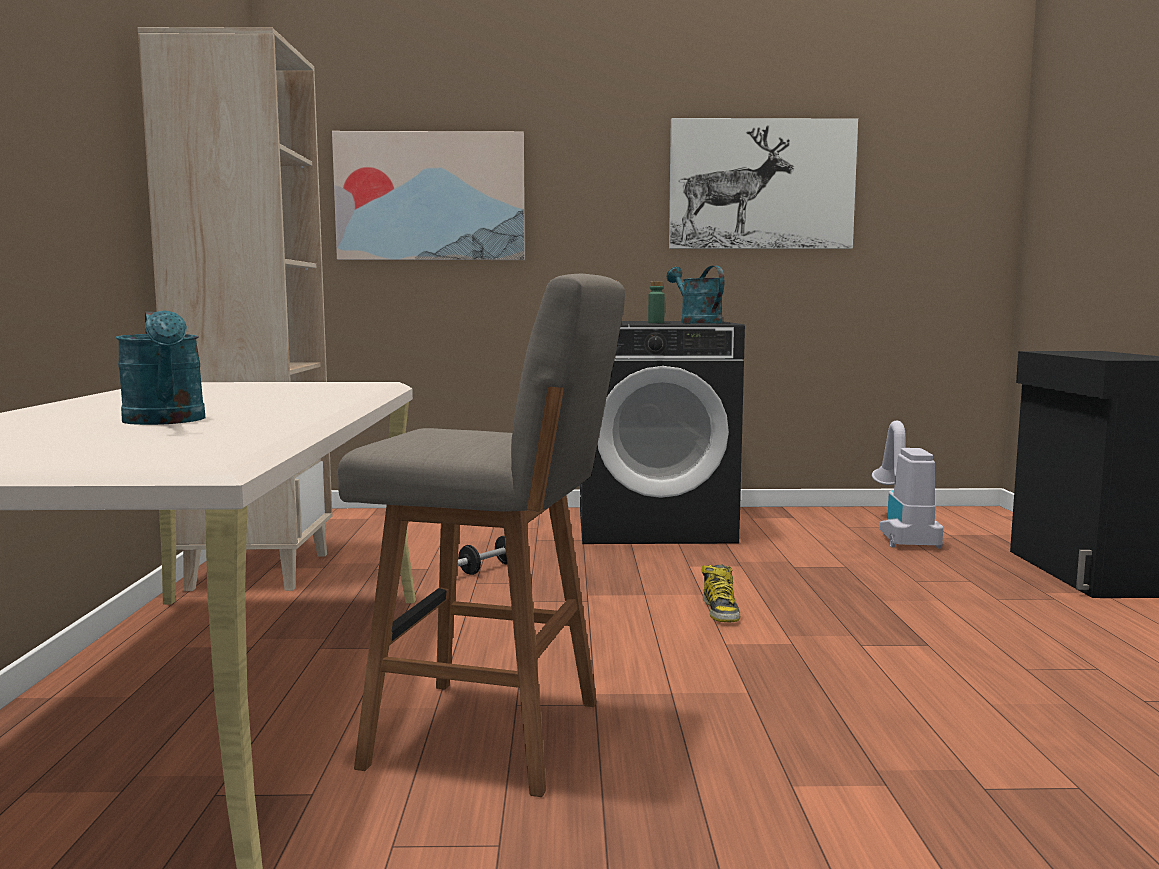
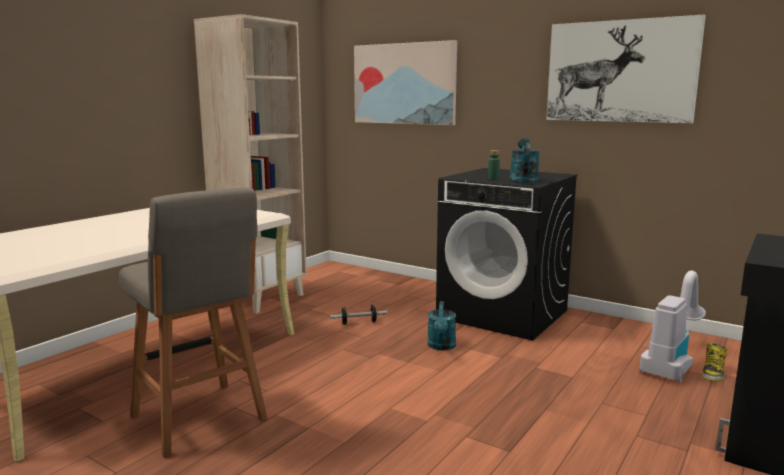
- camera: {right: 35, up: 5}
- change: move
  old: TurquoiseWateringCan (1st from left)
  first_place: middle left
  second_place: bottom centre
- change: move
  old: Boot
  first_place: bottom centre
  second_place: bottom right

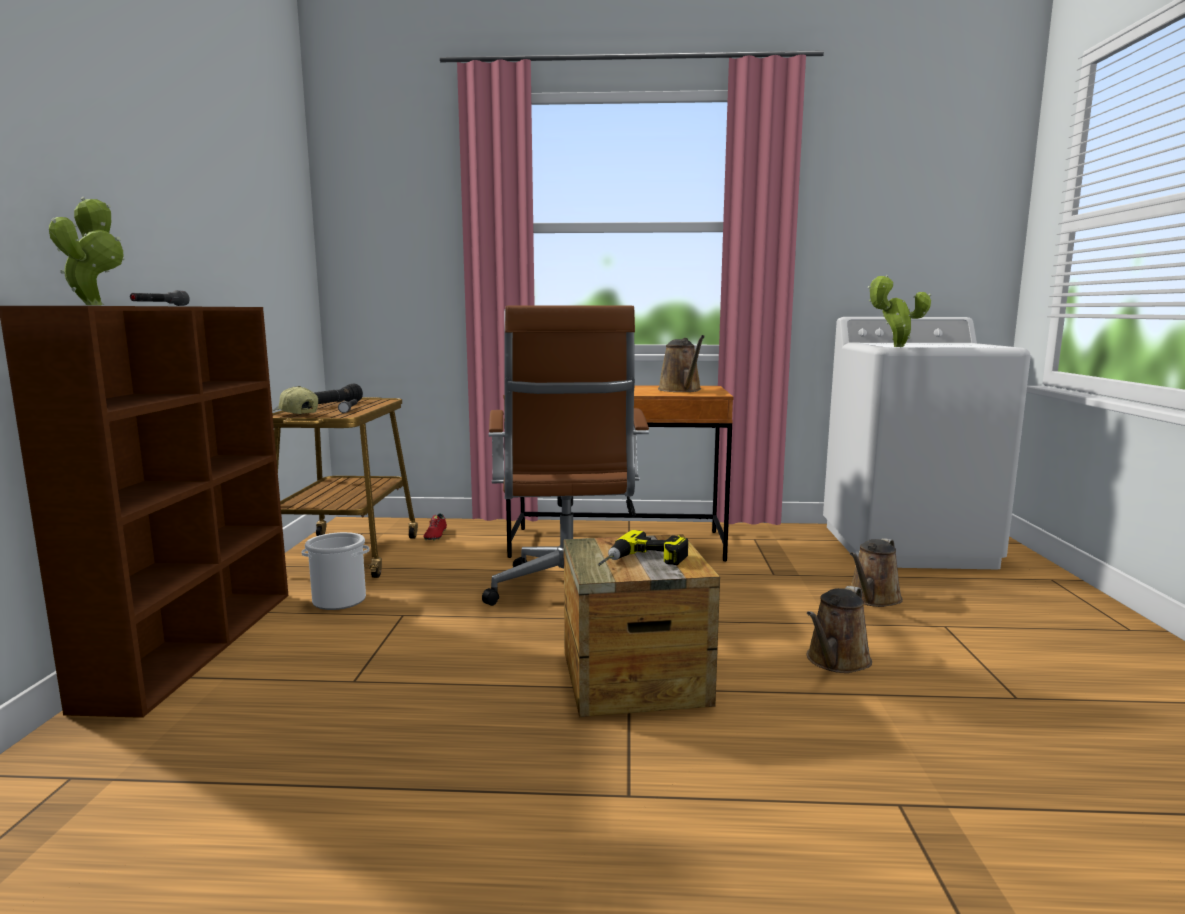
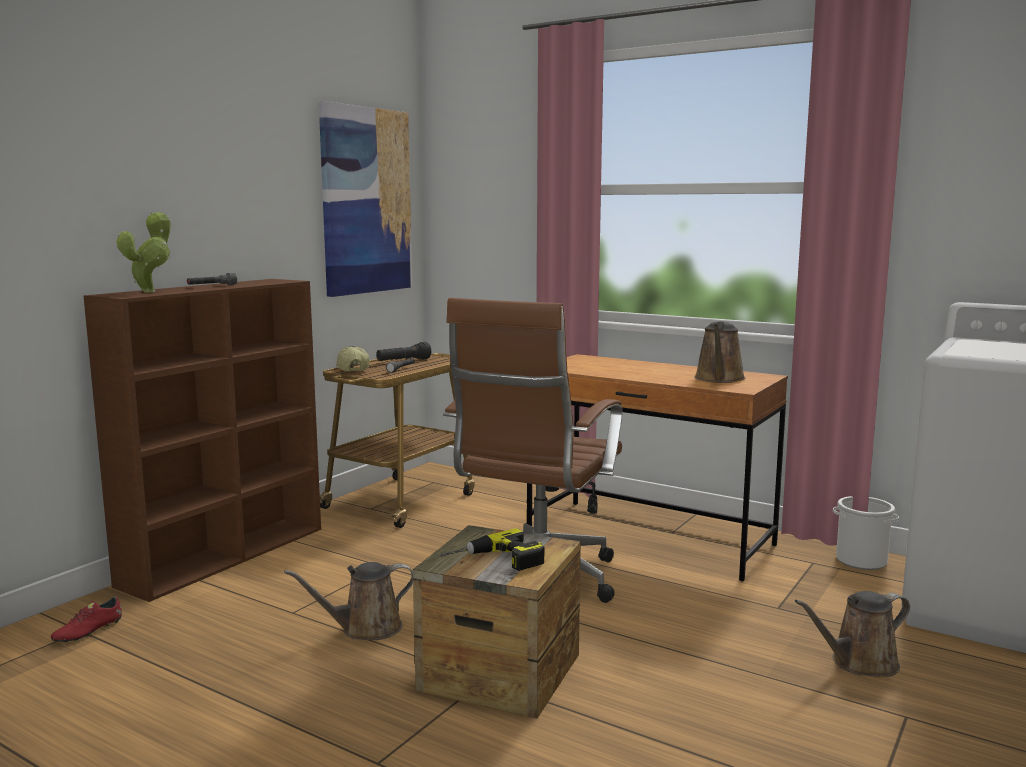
- camera: {right: 30, up: 0}
- change: delete
  old: PottedPlant (2nd from left)
  first_place: middle right
- change: move
  old: RedShoe
  first_place: centre
  second_place: bottom left
- change: move
  old: Bucket
  first_place: middle left
  second_place: bottom right
- change: move
  old: BrownWateringCan (2nd from left in the first image)
  new: BrownWateringCan (1st from left)
  first_place: bottom right
  second_place: bottom centre
- change: insert
  new: Picture
  second_place: top centre

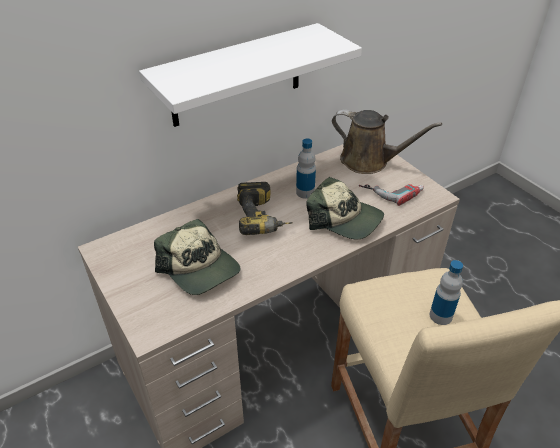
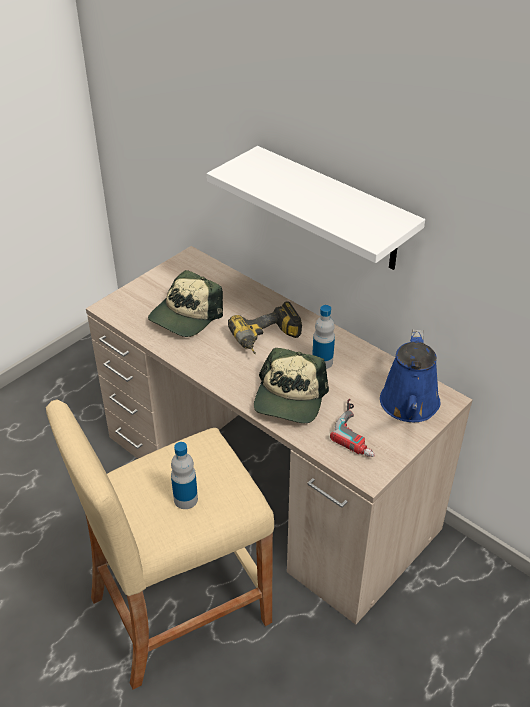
- camera: {right: 75, up: 0}
- change: recolor
  old: BrownWateringCan
  new: BlueWateringCan
  first_place: top right
  second_place: middle right

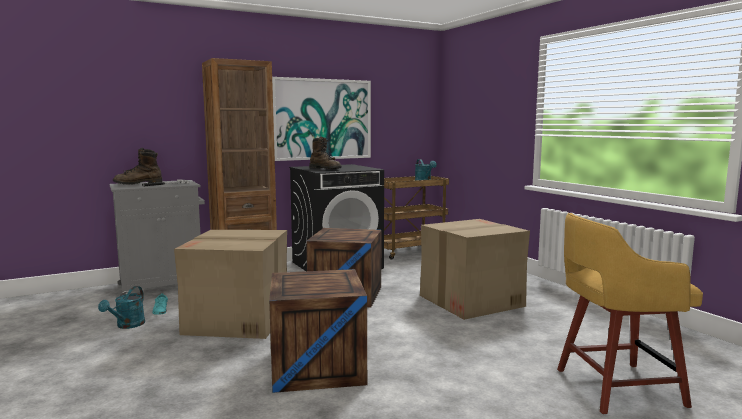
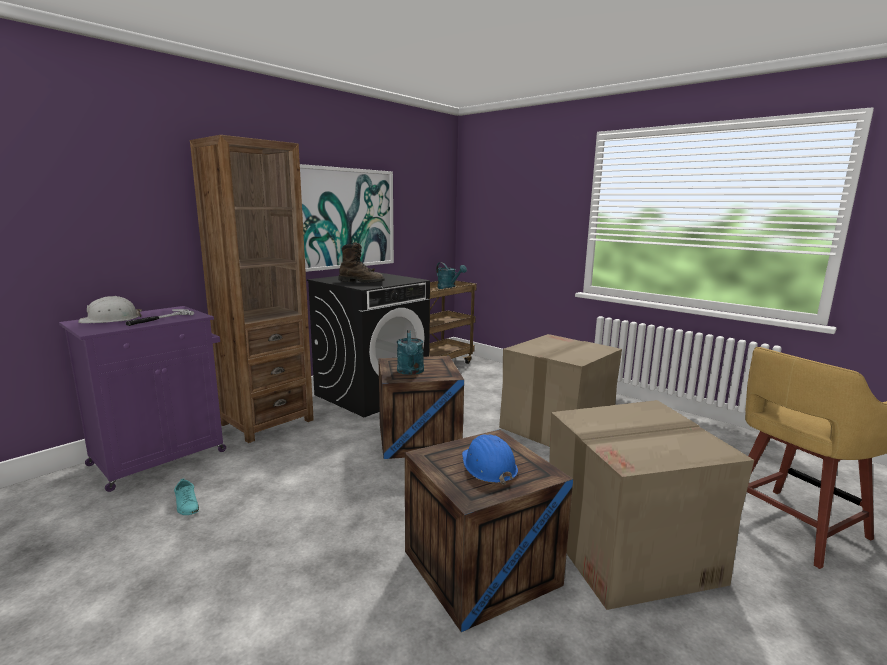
- camera: {right: -20, up: 5}
- change: replace
  old: BrownBoot (1st from left)
  new: WhiteHardHat
  first_place: middle left
  second_place: middle left
- change: recolor
  old: GreyCabinet
  new: PurpleCabinet
  first_place: middle left
  second_place: middle left
- change: move
  old: CardboardBox (1st from left in the first image)
  new: CardboardBox (2nd from left)
  first_place: bottom left
  second_place: bottom right
- change: move
  old: TurquoiseWateringCan (1st from left)
  first_place: bottom left
  second_place: centre
- change: insert
  new: BlueHardHat
  second_place: bottom centre

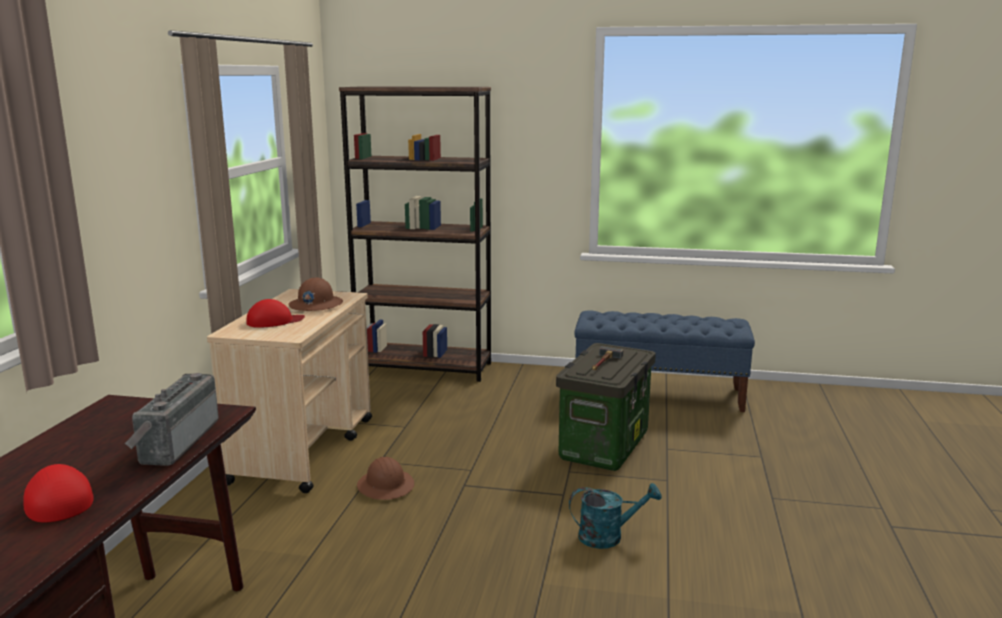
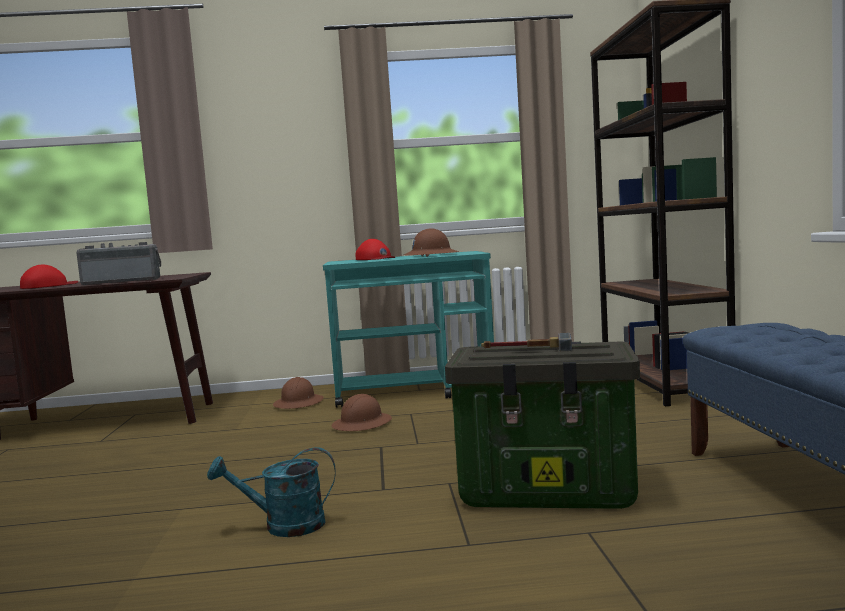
- camera: {right: 75, up: -10}
- change: recolor
  old: BeigeCart
  new: TurquoiseCart
  first_place: middle left
  second_place: centre
- change: rotate
  old: TurquoiseWateringCan
  first_place: bottom centre
  second_place: bottom left
  degrees: 105
- change: insert
  new: BrownHardHat (1st from left)
  second_place: centre

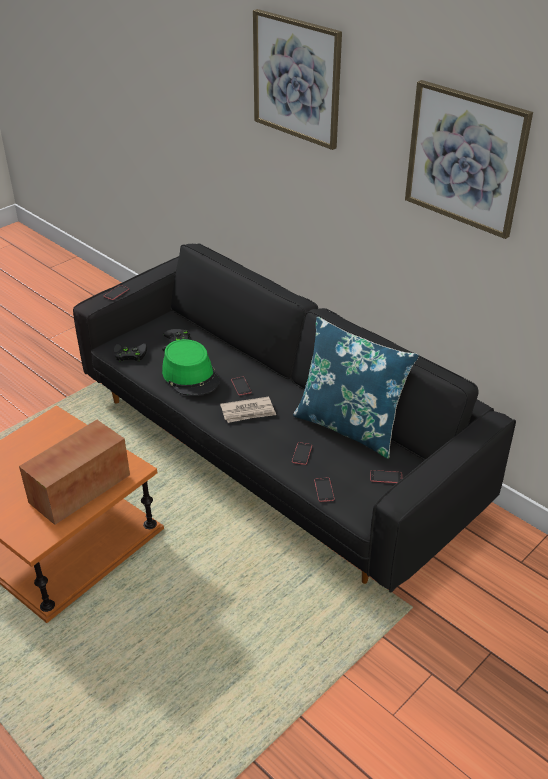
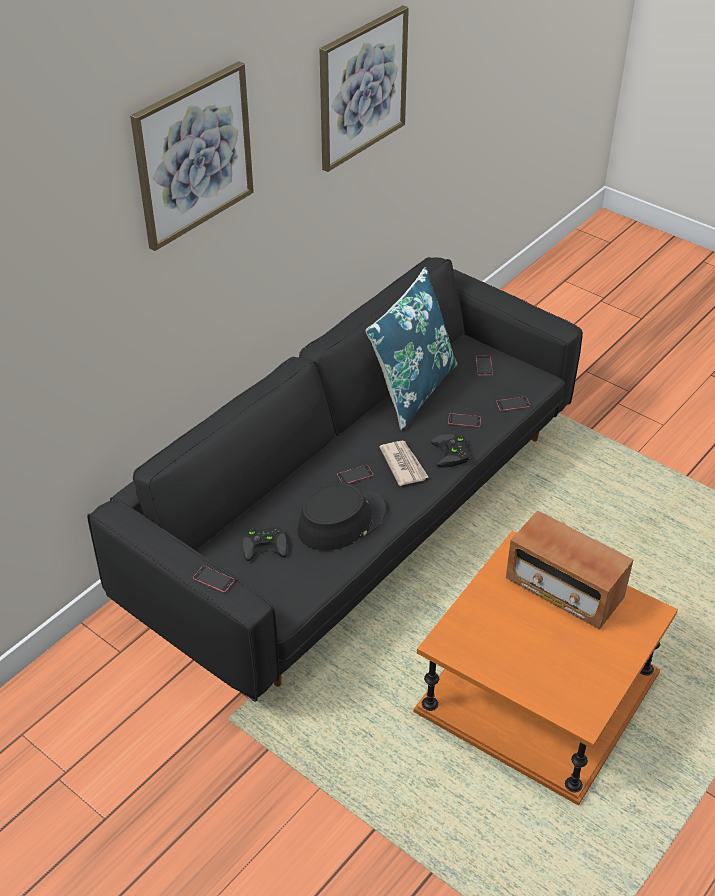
- camera: {right: -95, up: 5}
- change: recolor
  old: GreenHat
  new: BlackHat
  first_place: centre
  second_place: centre
- change: move
  old: BlackGameController (1st from left in the first image)
  new: BlackGameController (2nd from left)
  first_place: middle left
  second_place: centre

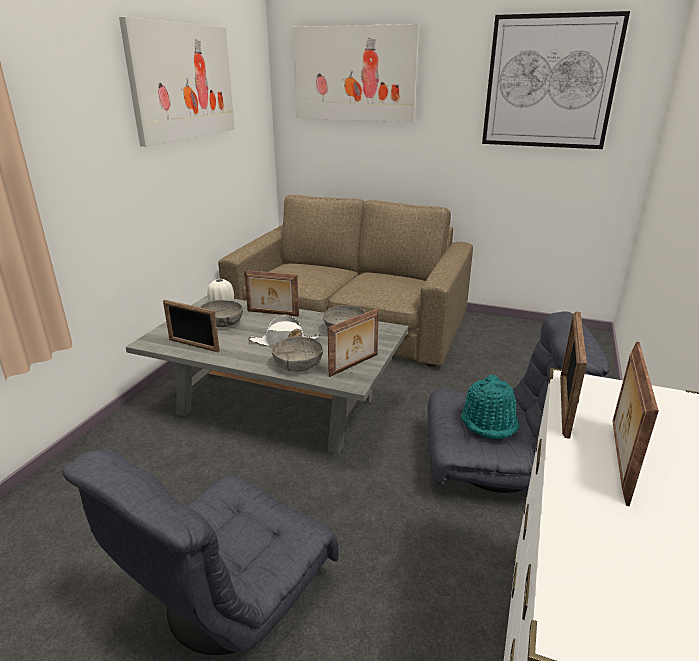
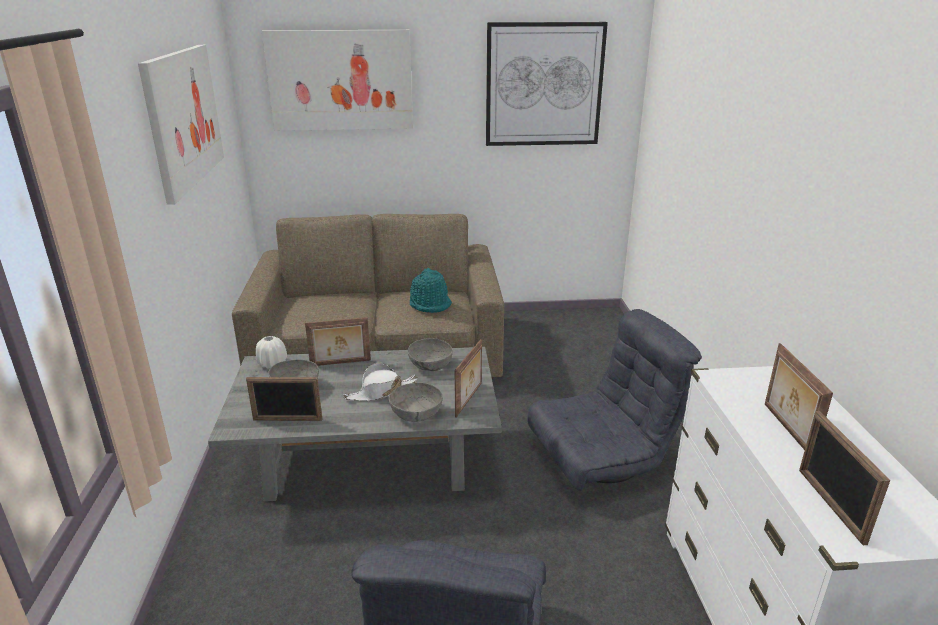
- camera: {right: -25, up: 0}
- change: move
  old: PictureFrame (4th from left in the first image)
  new: PictureFrame (5th from left)
  first_place: middle right
  second_place: bottom right
- change: move
  old: TurquoiseHat
  first_place: middle right
  second_place: centre

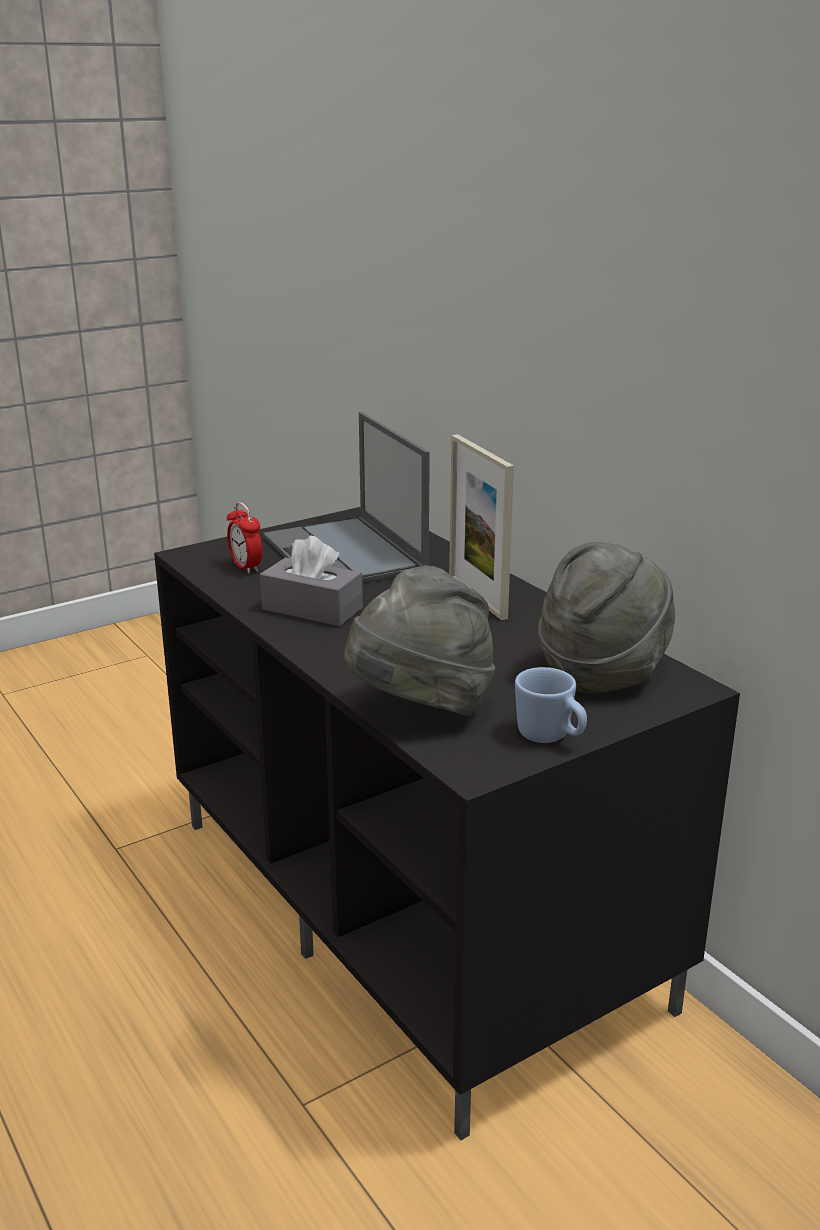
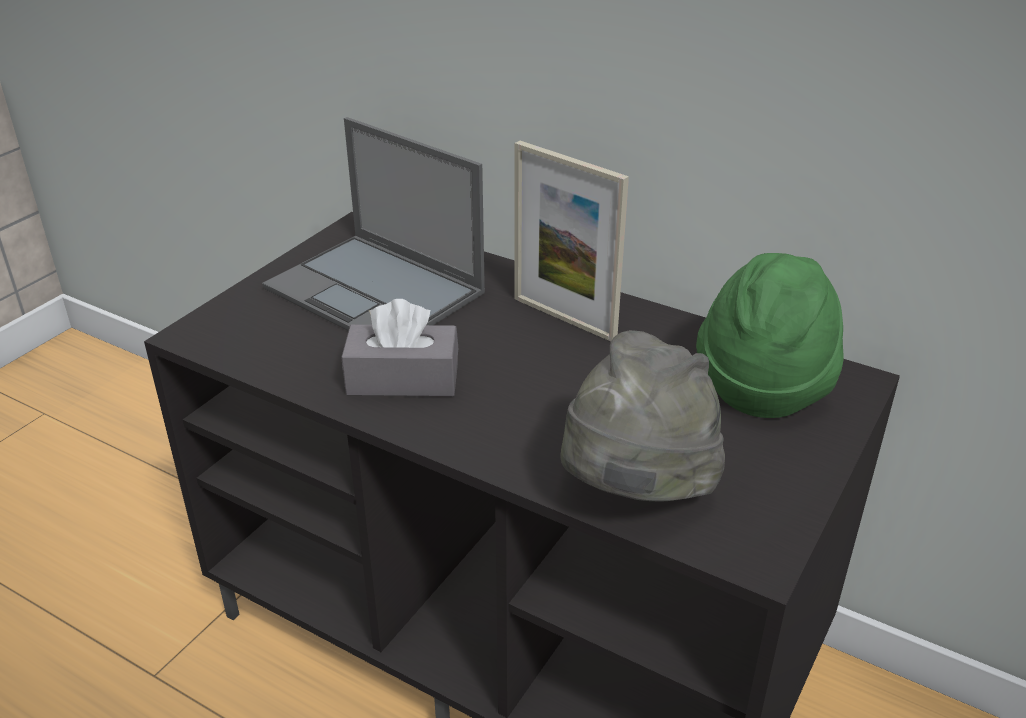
- camera: {right: -25, up: 10}
- change: delete
  old: AlarmClock
  first_place: middle left
- change: recolor
  old: GreyHat (2nd from left)
  new: GreenHat
  first_place: middle right
  second_place: middle right
- change: delete
  old: BlueMug
  first_place: middle right

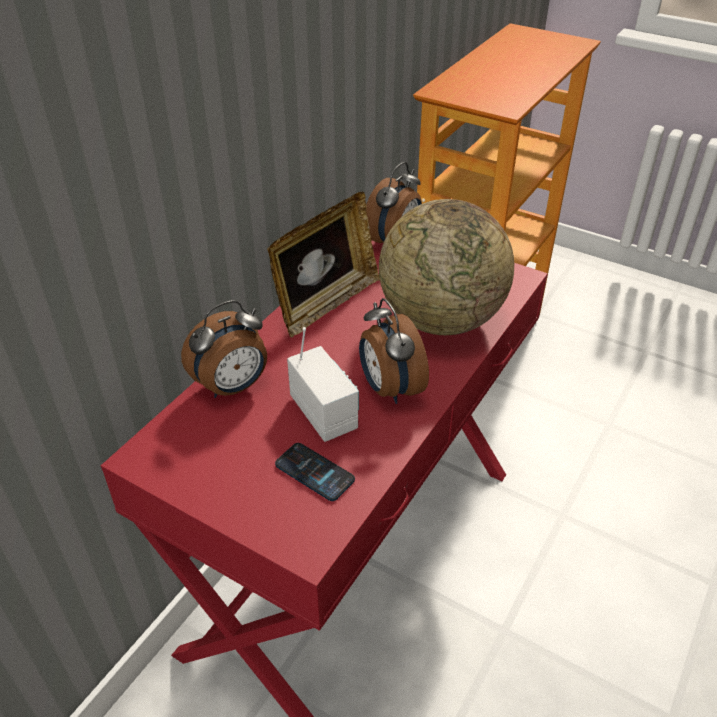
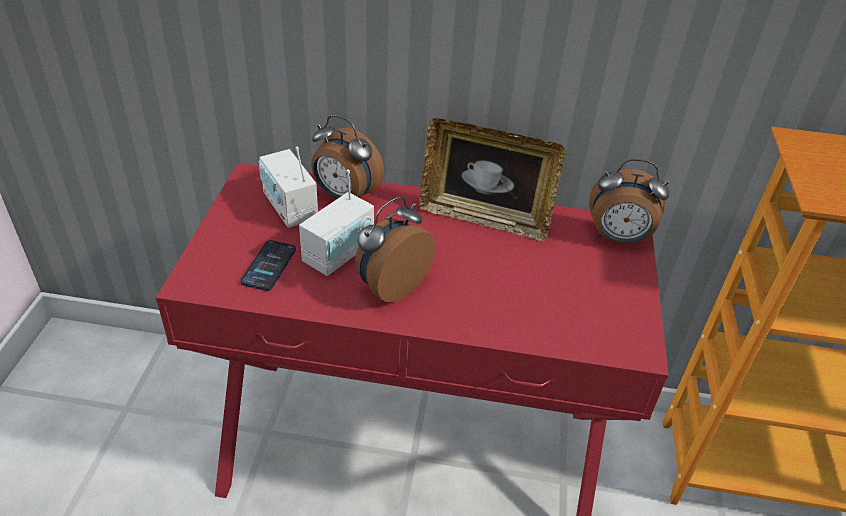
- camera: {right: 65, up: 0}
- change: delete
  old: Globe
  first_place: centre
- change: insert
  new: Radio (1st from left)
  second_place: centre

